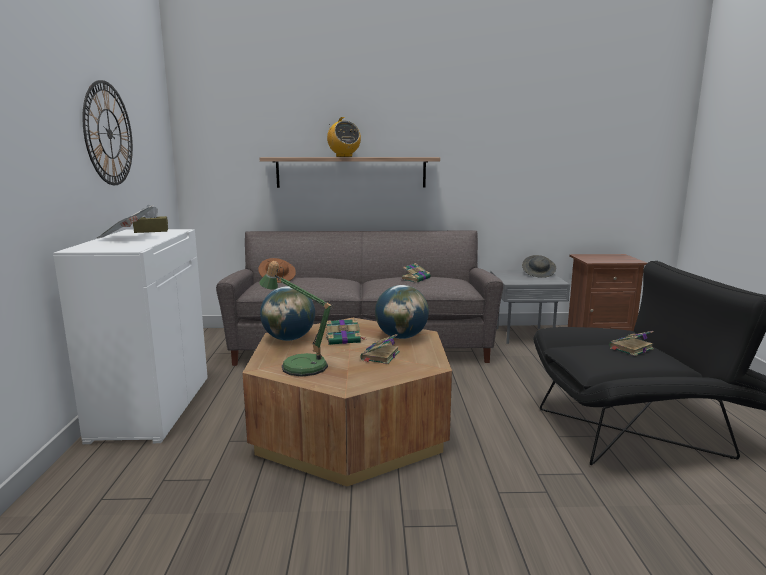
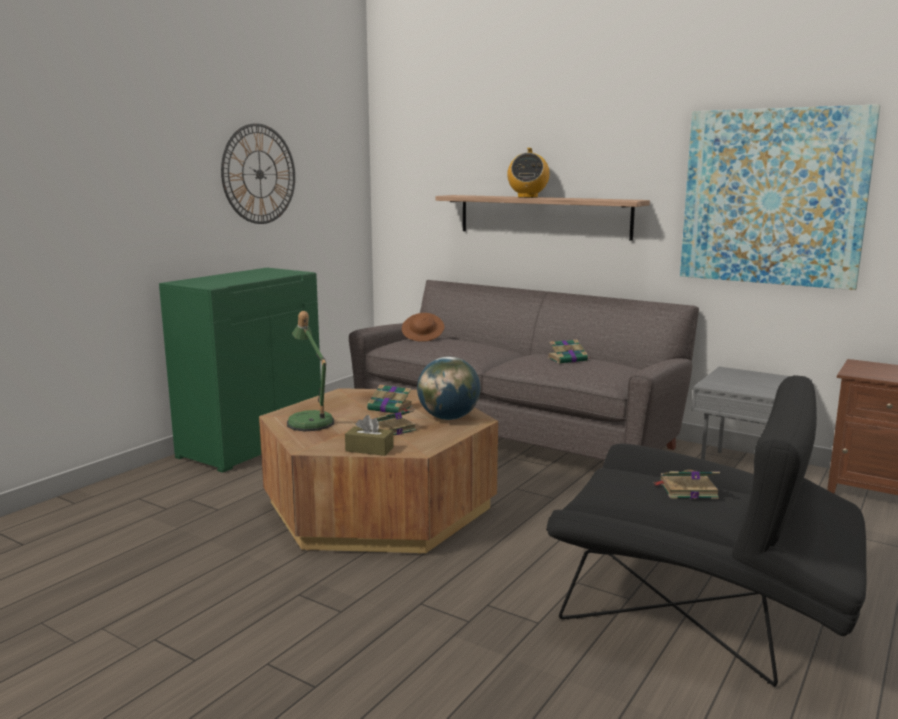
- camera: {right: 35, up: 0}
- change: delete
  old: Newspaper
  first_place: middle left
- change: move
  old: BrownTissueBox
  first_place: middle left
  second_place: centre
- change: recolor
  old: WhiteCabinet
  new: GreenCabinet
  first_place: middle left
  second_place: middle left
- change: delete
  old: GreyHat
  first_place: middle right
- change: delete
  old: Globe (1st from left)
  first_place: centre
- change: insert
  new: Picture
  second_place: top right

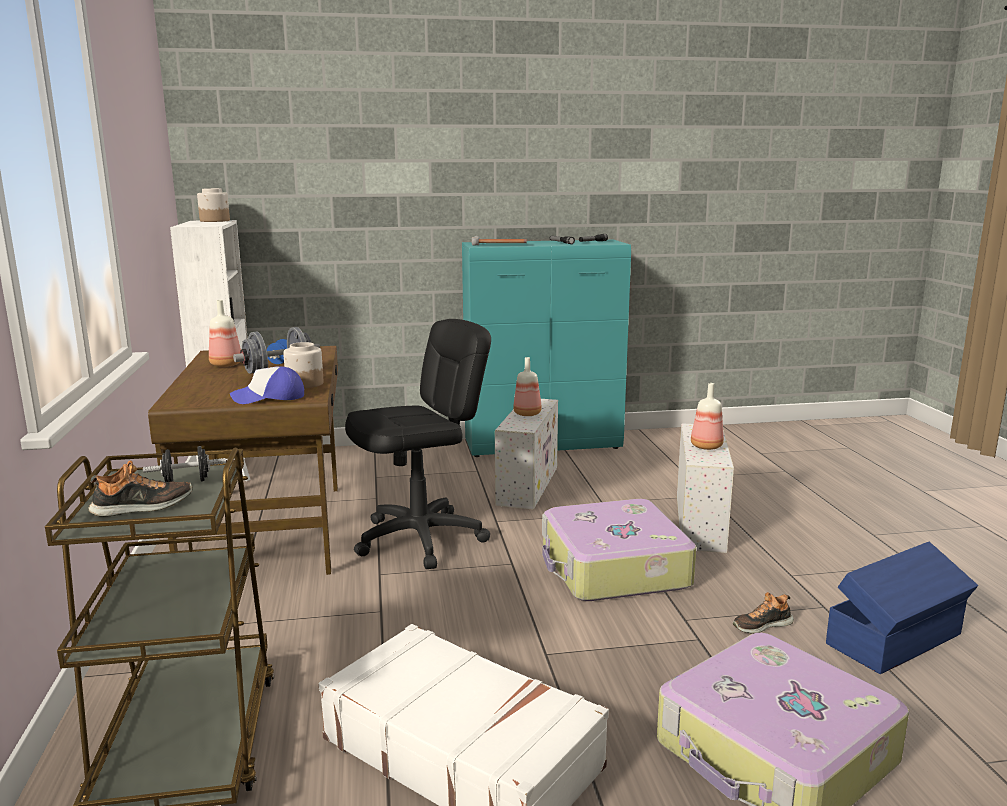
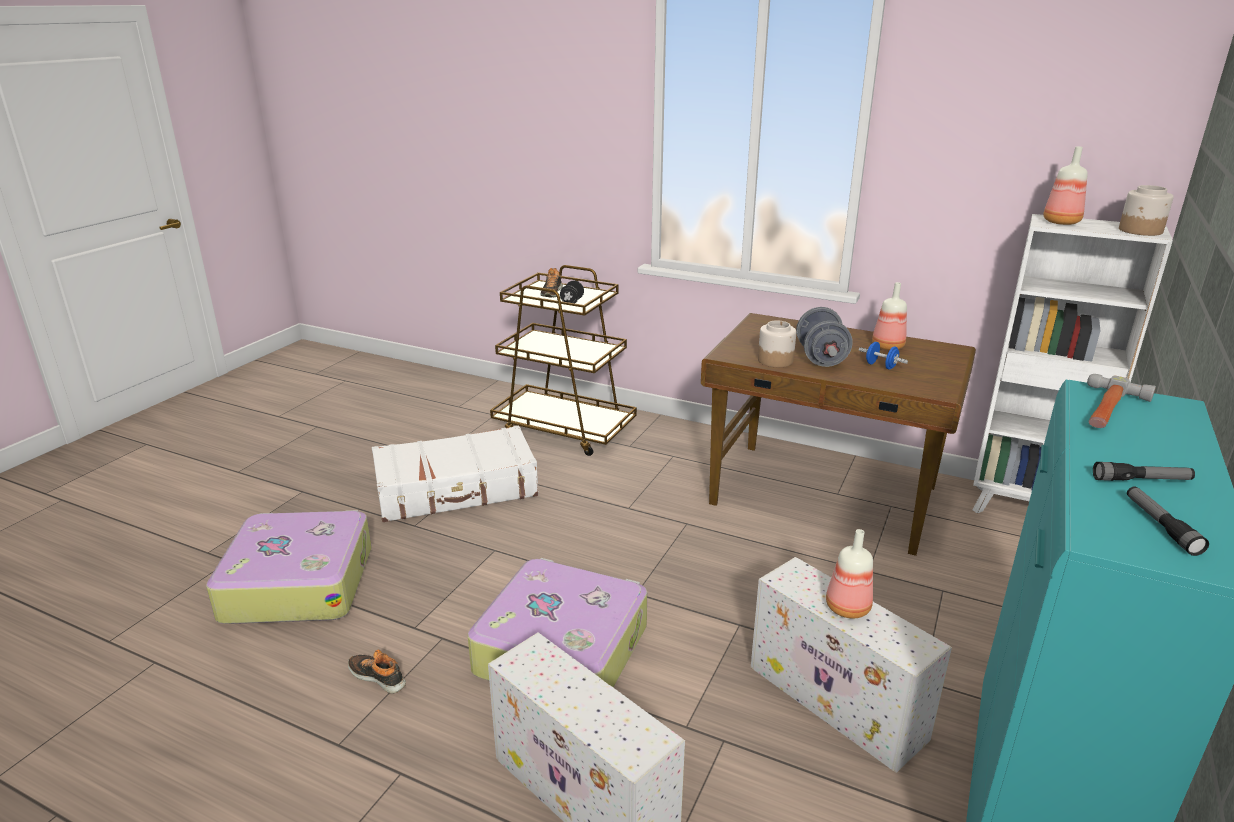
- camera: {right: 125, up: 10}
- change: delete
  old: BlackOfficeChair
  first_place: centre
- change: delete
  old: Cap
  first_place: middle left
- change: move
  old: Bottle (3rd from left)
  first_place: middle right
  second_place: top right
- change: delete
  old: BlueStorageBox
  first_place: bottom right
- change: rotate
  old: Shoe (2nd from left in the first image)
  first_place: bottom right
  second_place: bottom left
  degrees: -75

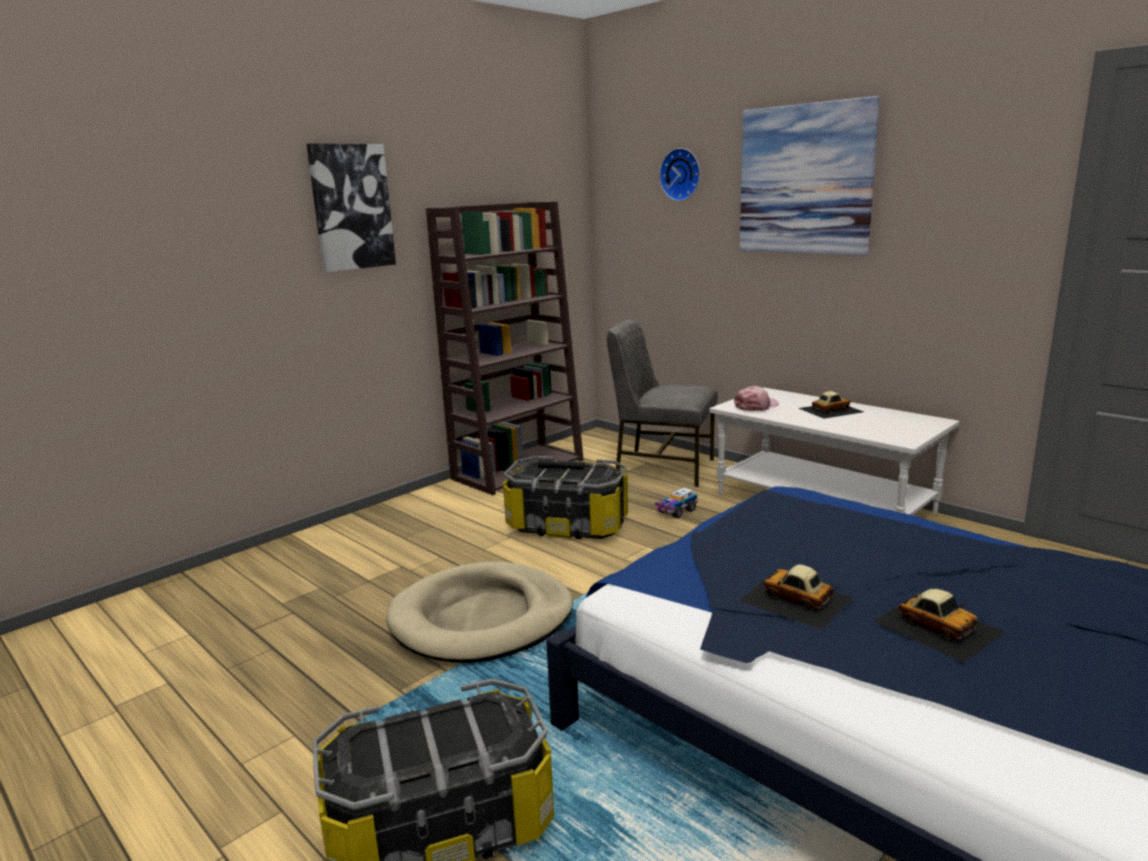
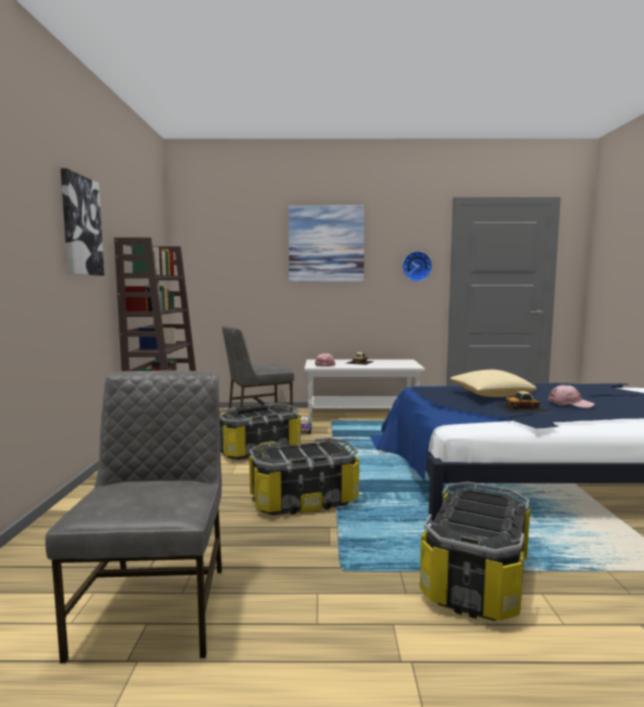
- camera: {right: -45, up: -10}
- change: move
  old: WallClock
  first_place: top centre
  second_place: centre
- change: replace
  old: BeigeDogBed
  new: StorageBox (2nd from left)
  first_place: bottom centre
  second_place: bottom centre
- change: replace
  old: ToyCar (3rd from left)
  new: PinkCap (2nd from left)
  first_place: bottom right
  second_place: middle right
- change: insert
  new: Pillow
  second_place: middle right
- change: insert
  new: GreyChair (1st from left)
  second_place: bottom left

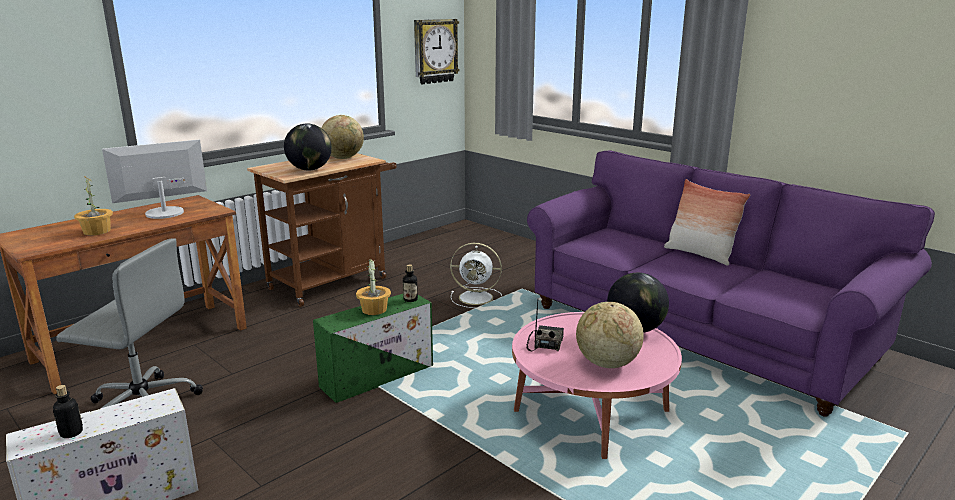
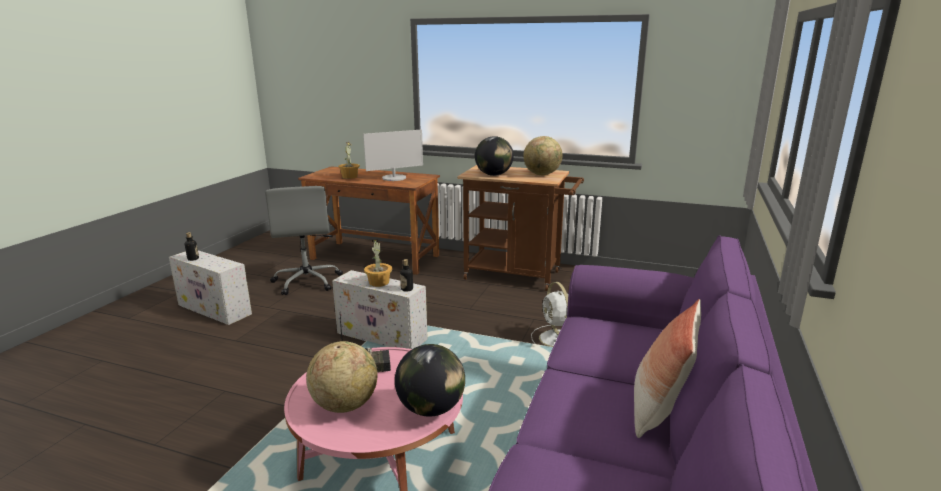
- camera: {right: 65, up: 0}
- change: delete
  old: WallClock
  first_place: top centre
- change: rotate
  old: Monitor
  first_place: middle left
  second_place: top centre
  degrees: 120
- change: recolor
  old: GreenStorageBox
  new: WhiteStorageBox (2nd from left)
  first_place: bottom centre
  second_place: centre

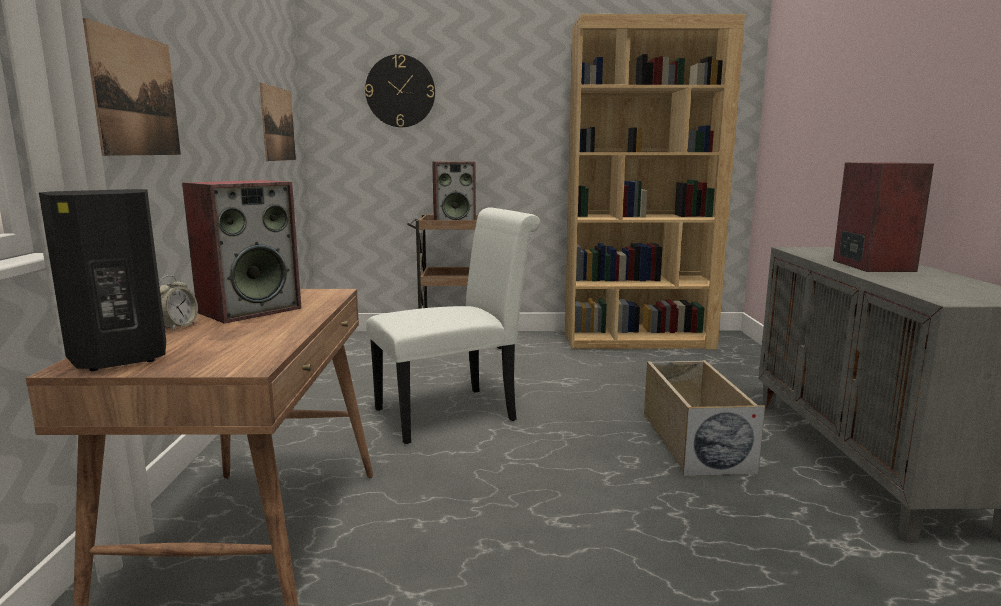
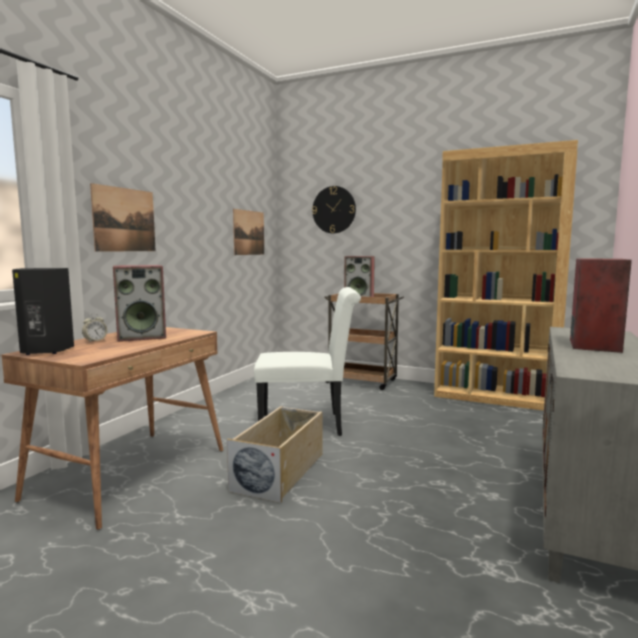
- camera: {right: 25, up: -5}
- change: move
  old: BeigeStorageBox
  first_place: bottom right
  second_place: bottom centre

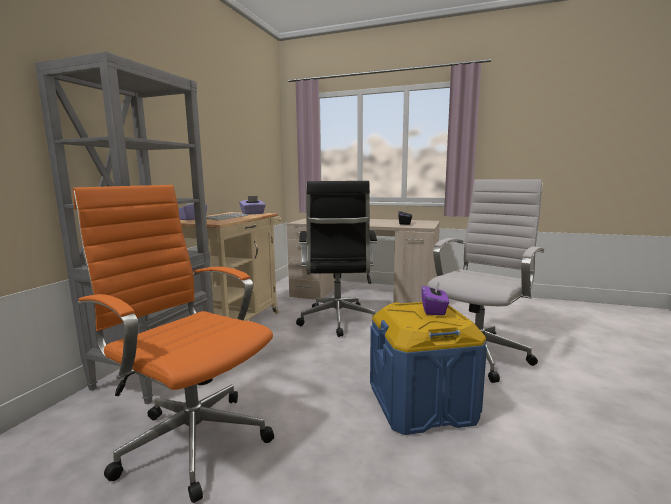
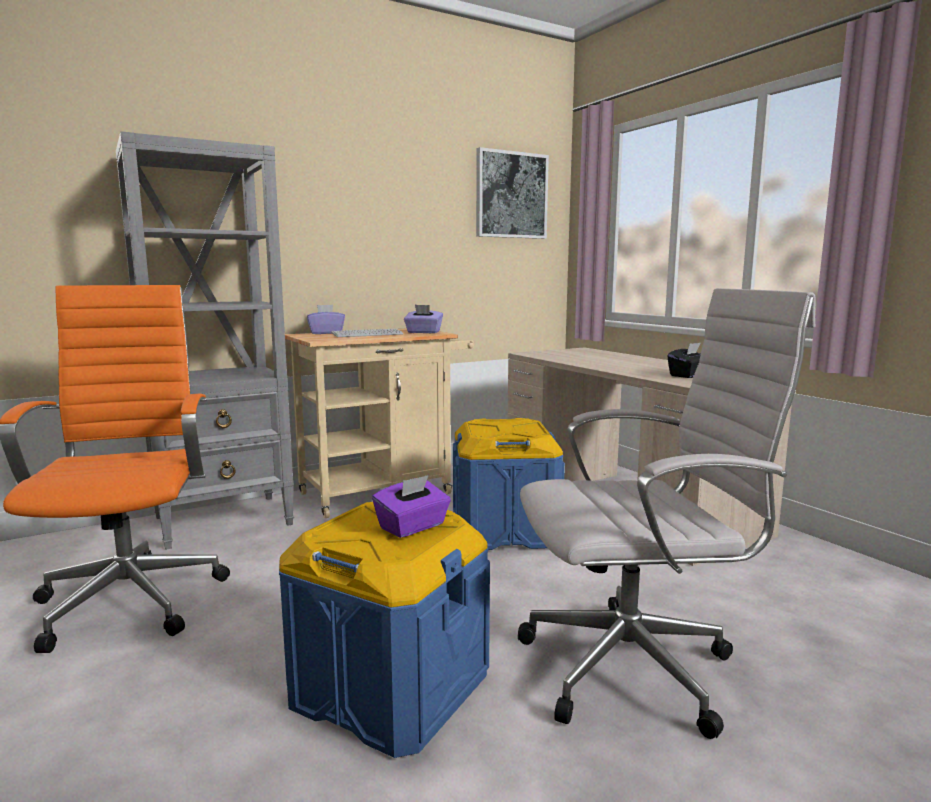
- camera: {right: 40, up: 0}
- change: replace
  old: BlackOfficeChair
  new: BlueStorageBox (2nd from left)
  first_place: centre
  second_place: centre
- change: insert
  new: Picture
  second_place: top centre

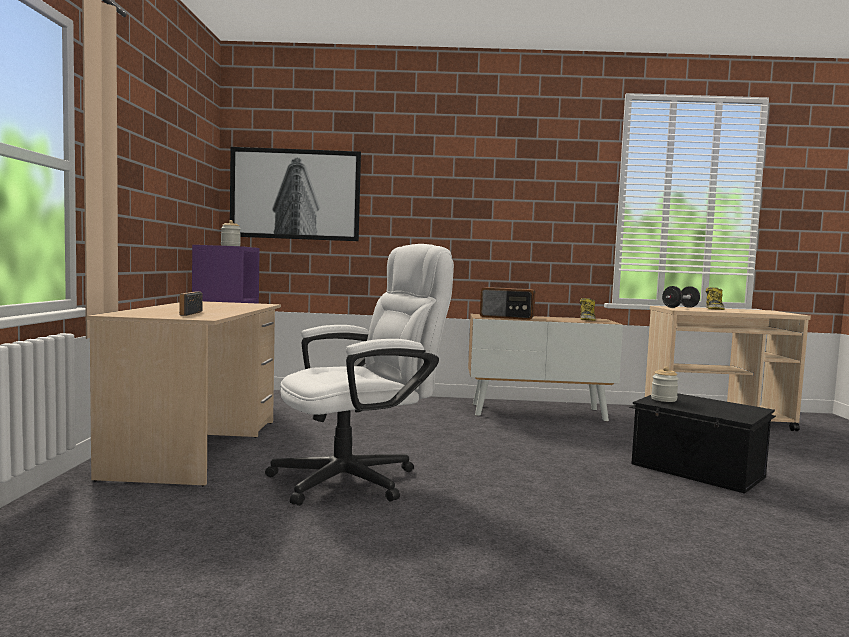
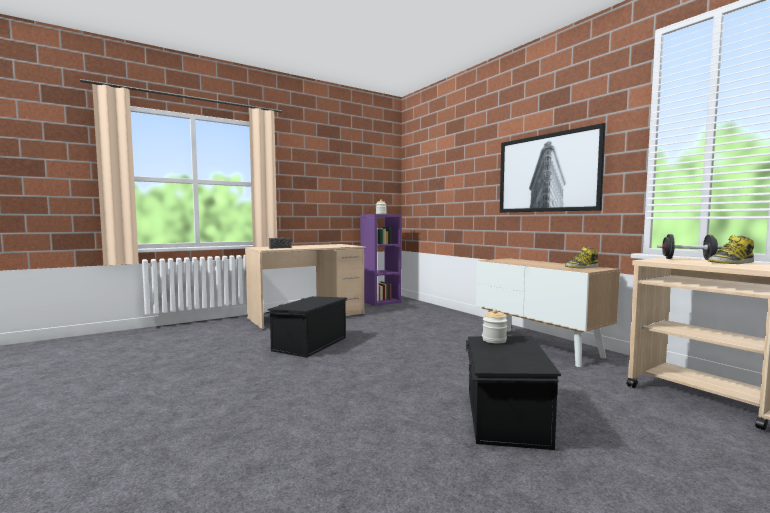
- camera: {right: 55, up: 0}
- change: move
  old: Picture
  first_place: top centre
  second_place: top right
- change: replace
  old: WhiteOfficeChair
  new: BlackStorageBox (1st from left)
  first_place: centre
  second_place: centre
- change: delete
  old: Radio (2nd from left)
  first_place: centre

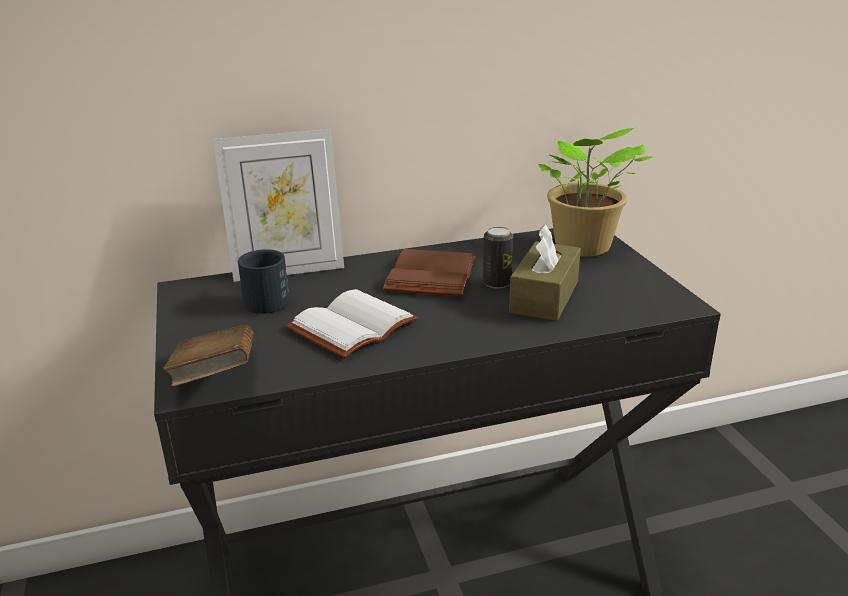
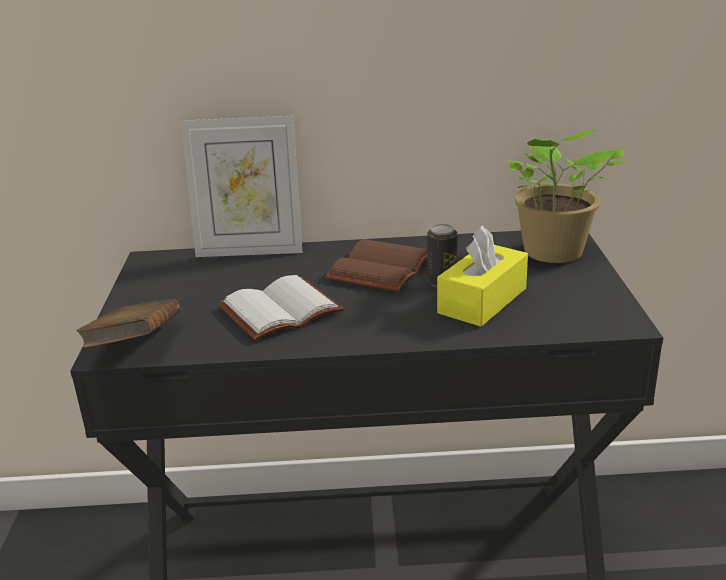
- camera: {right: 15, up: 0}
- change: recolor
  old: BrownTissueBox
  new: YellowTissueBox
  first_place: centre
  second_place: centre
- change: delete
  old: BlackMug
  first_place: middle left

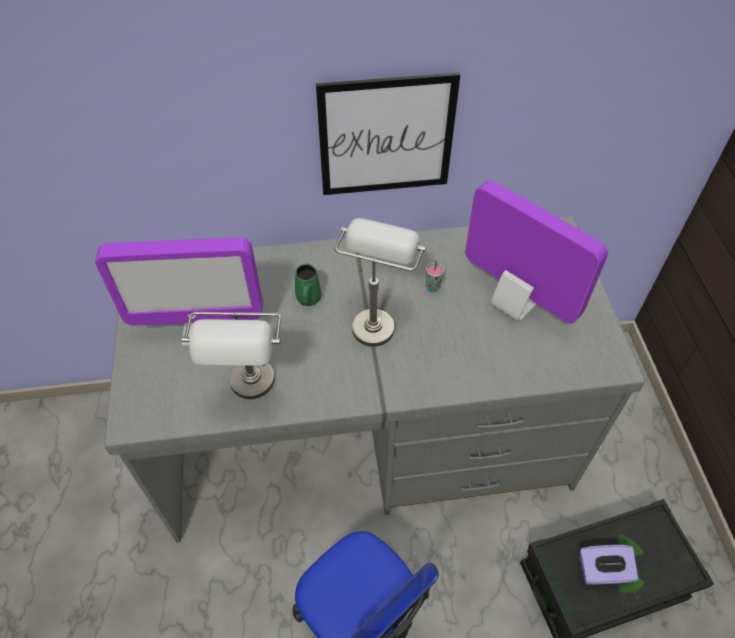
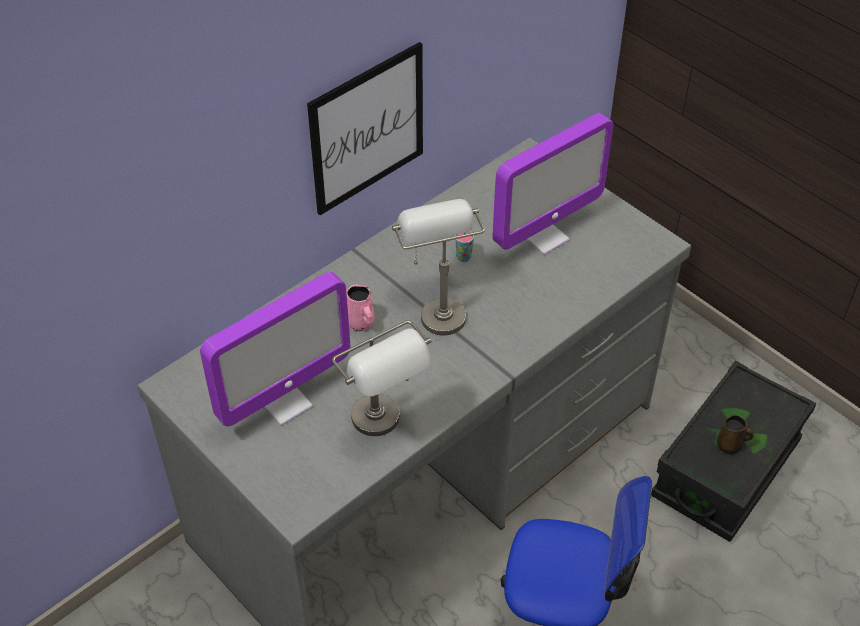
- camera: {right: -35, up: -5}
- change: rotate
  old: Monitor (2nd from left)
  first_place: middle right
  second_place: top centre
  degrees: 135
- change: recolor
  old: GreenMug
  new: PinkMug
  first_place: centre
  second_place: centre
- change: replace
  old: PurpleTissueBox
  new: BrownMug
  first_place: bottom right
  second_place: bottom right

